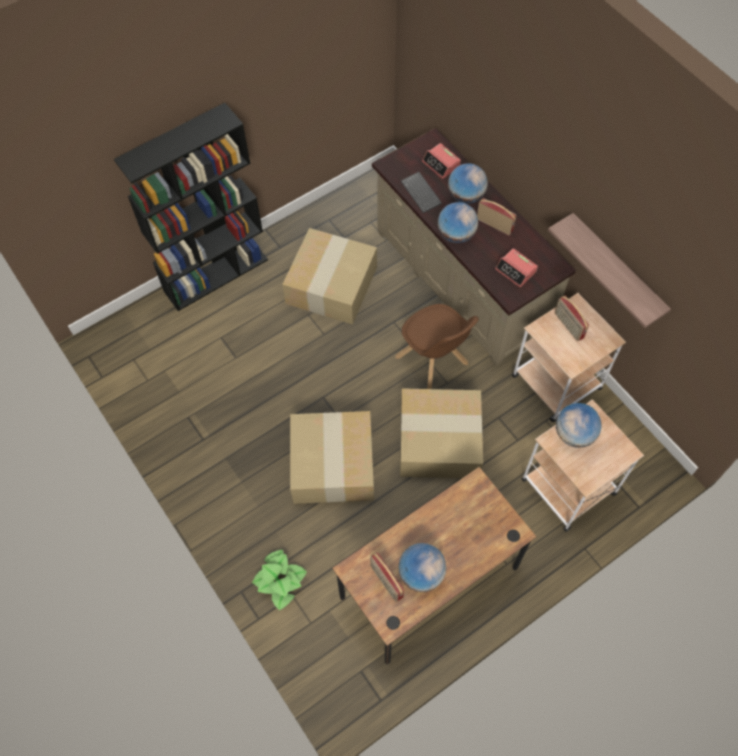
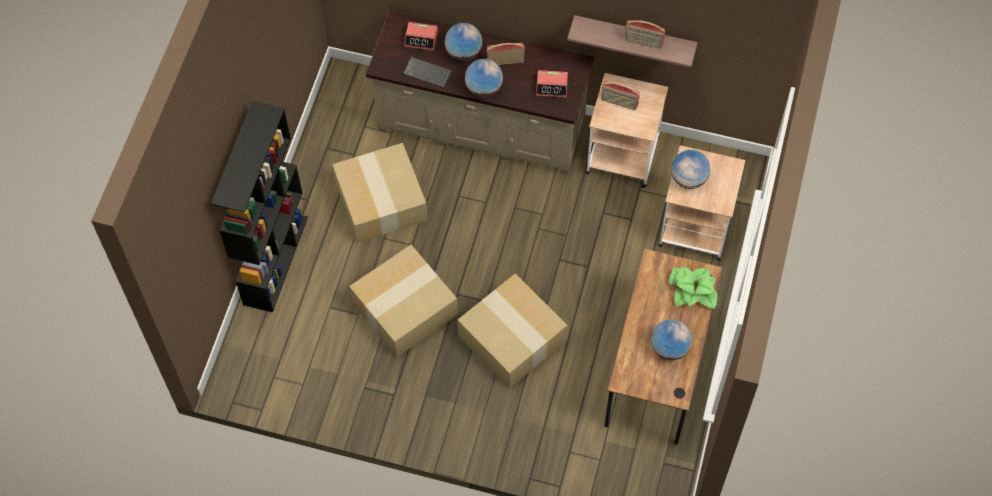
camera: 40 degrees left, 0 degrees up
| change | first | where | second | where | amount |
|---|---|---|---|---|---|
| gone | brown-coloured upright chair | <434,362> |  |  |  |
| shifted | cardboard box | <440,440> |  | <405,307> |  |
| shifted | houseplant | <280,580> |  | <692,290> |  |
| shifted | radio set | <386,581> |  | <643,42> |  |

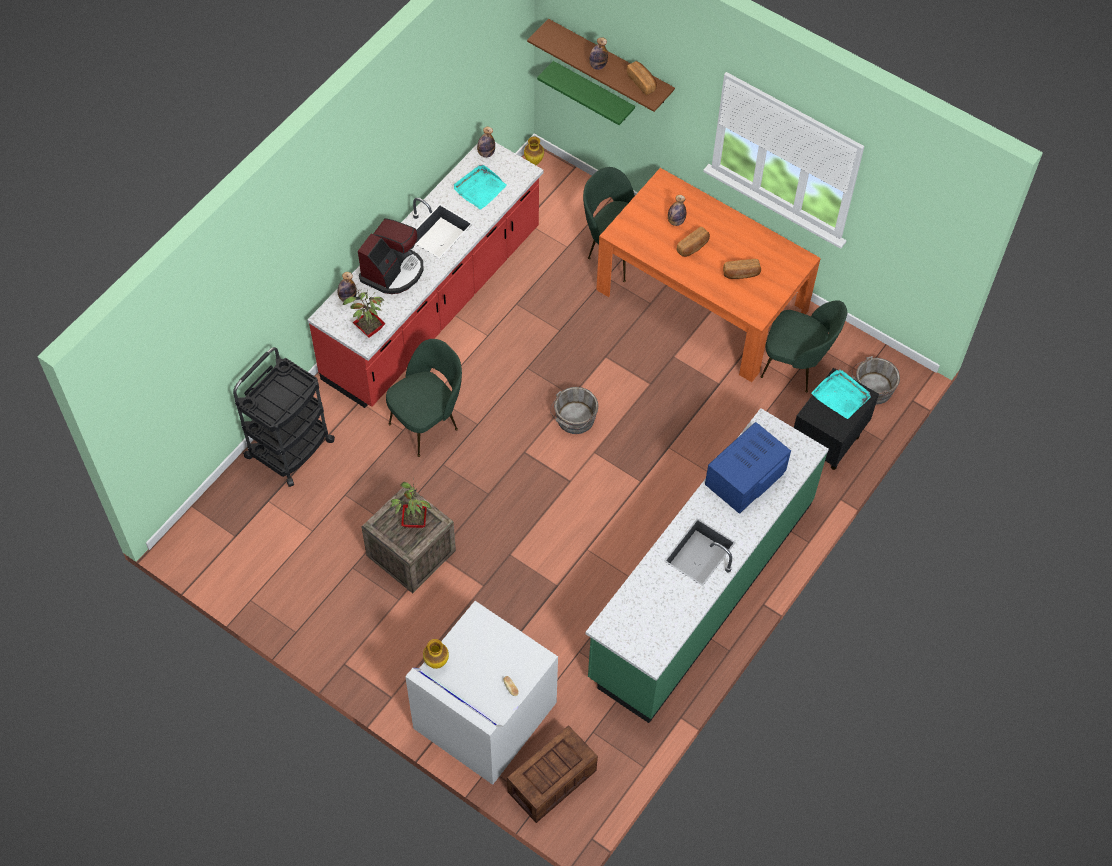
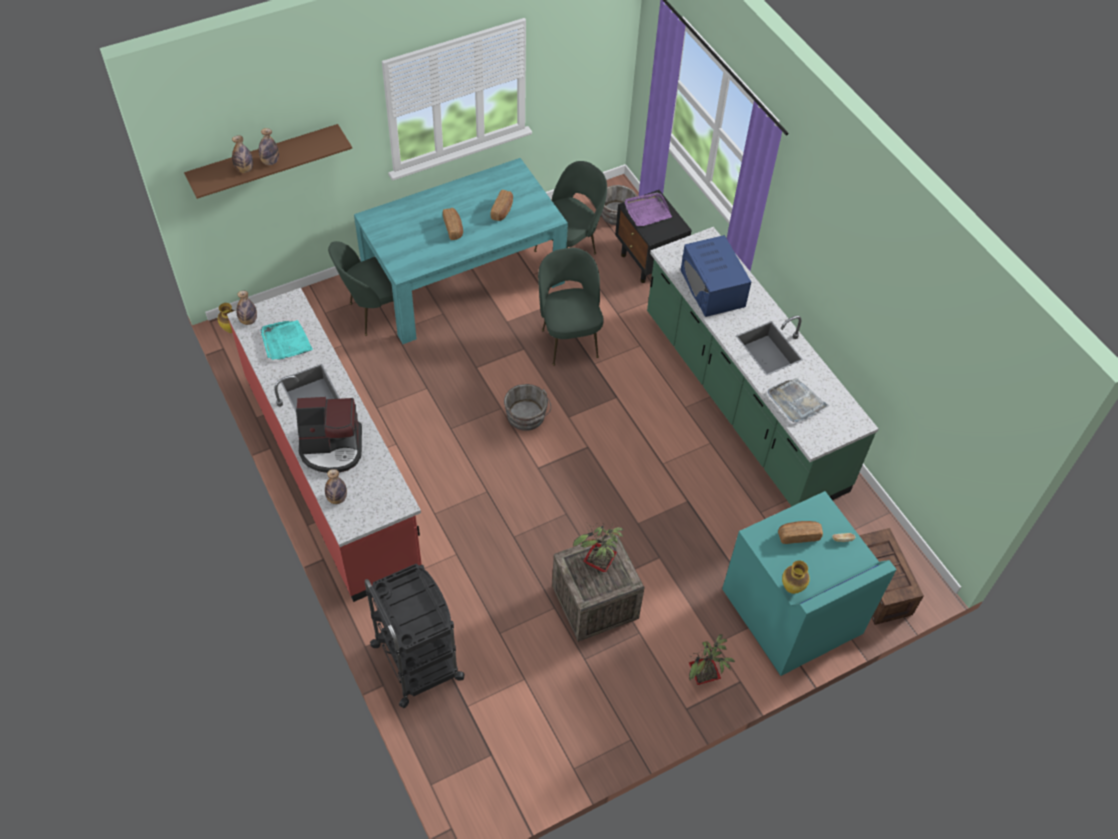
camera: 65 degrees left, 5 degrees down
| change | first | where | second | where | amount |
|---|---|---|---|---|---|
| gone | greenish shelf | <593,92> |  |  |  |
| shifted | bakery bread | <642,82> |  | <798,535> |  |
| repainted | orange kitchen table | <702,300> | blue-green kitchen table | <464,279> |  |
| shifted | drink bottle | <676,221> |  | <244,169> |  |
| rotated | coffee machine | <393,271> |  | <332,448> | 120 degrees clockwise |
| shifted | houseplant | <368,330> |  | <703,677> |  |
| shifted | greenish upright chair | <428,424> |  | <568,339> |  |
| repainted | blue-green serving tray | <841,395> | purplish serving tray | <647,211> |  |
| repainted | whitish laundry appliance | <484,714> | blue-green laundry appliance | <790,611> |  |
| new |  |  | grey serving tray | <796,402> |  |

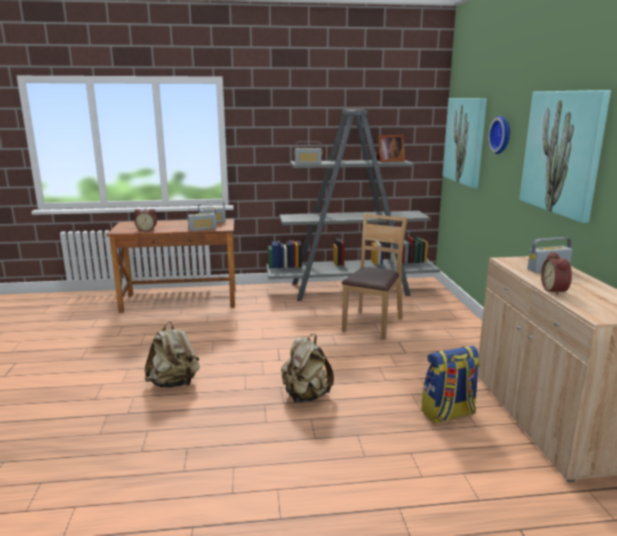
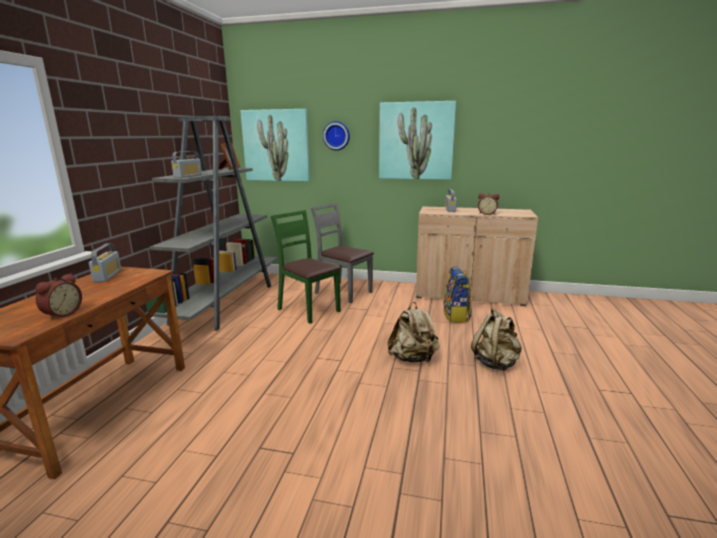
camera: 70 degrees left, 0 degrees up
| change | first | where | second | where | amount |
|---|---|---|---|---|---|
| gone | radio set | <202,229> |  |  |  |
| repainted | brown-coloured upright chair | <372,324> | greenish upright chair | <308,310> |  |
| shifted | beige-coloured rucksack | <174,383> |  | <495,363> |  |
| new |  |  | grey upright chair | <343,292> |  |

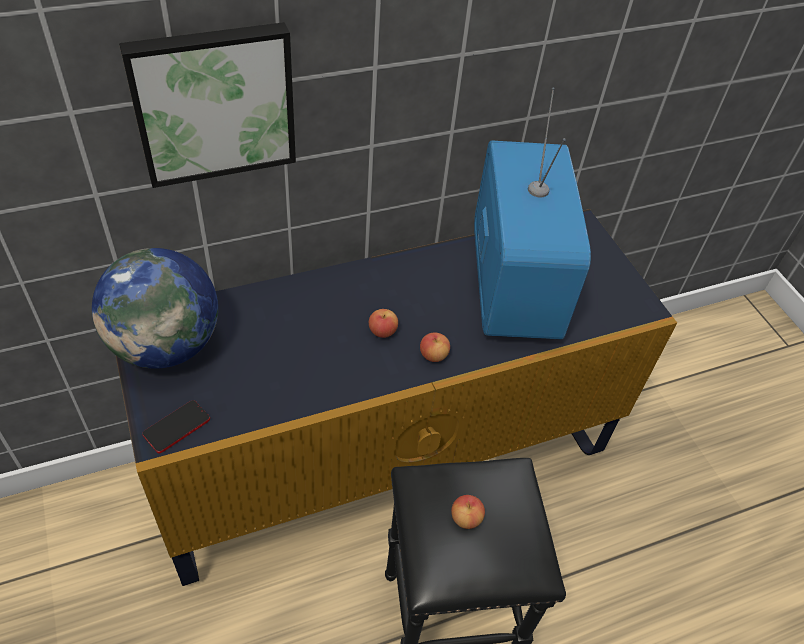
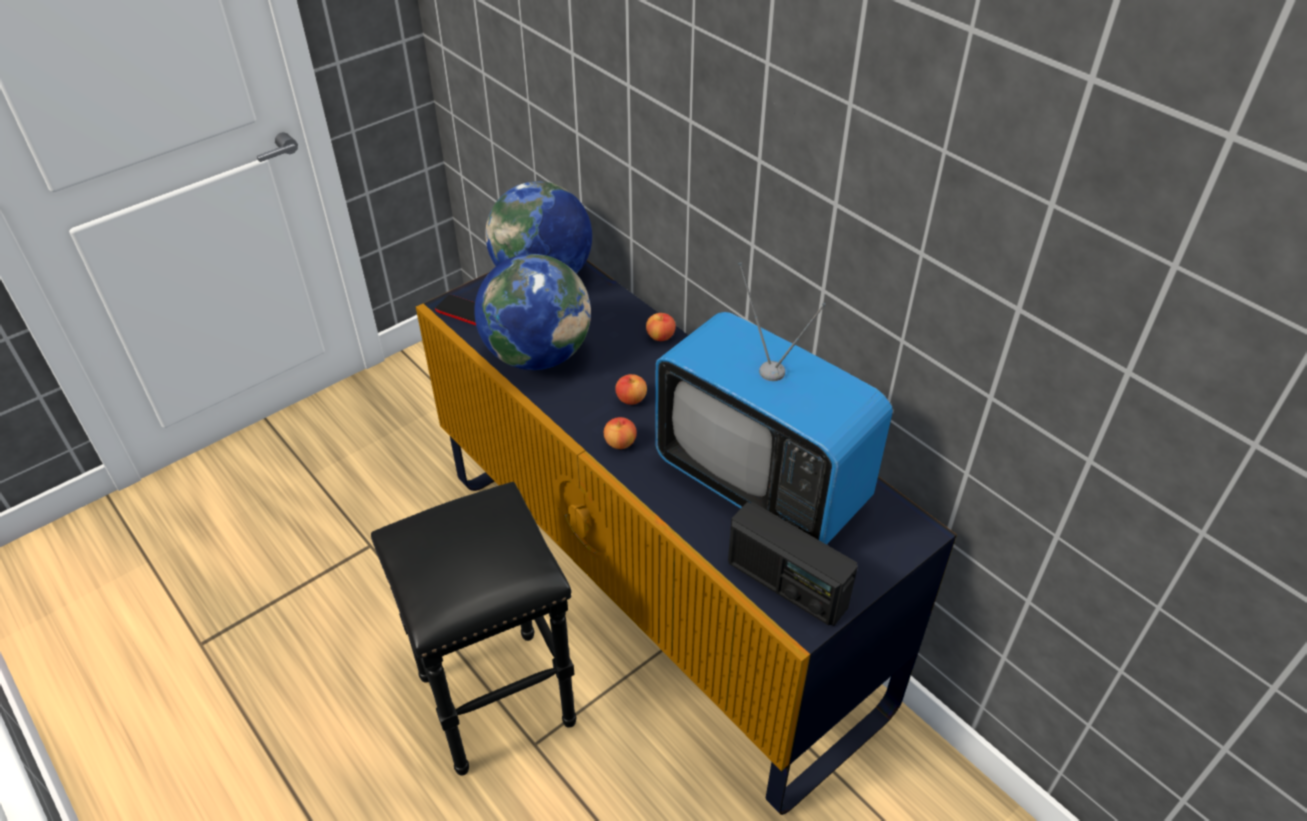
camera: 75 degrees right, 5 degrees down
| change | first | where | second | where | amount |
|---|---|---|---|---|---|
| gone | wall art | <213,103> |  |  |  |
| rotated | TV | <512,284> |  | <761,483> | 60 degrees clockwise |
| shifted | apple | <466,518> |  | <660,336> |  |
| new |  |  | world globe | <537,355> |  |
| new |  |  | radio set | <786,584> |  |

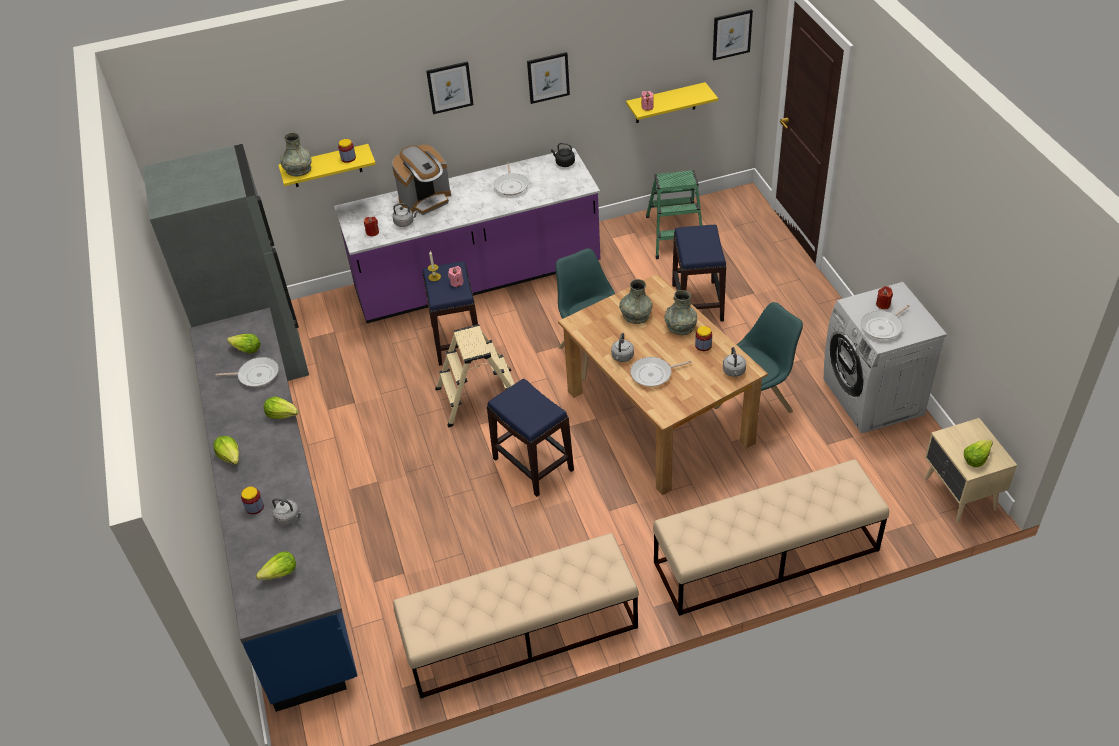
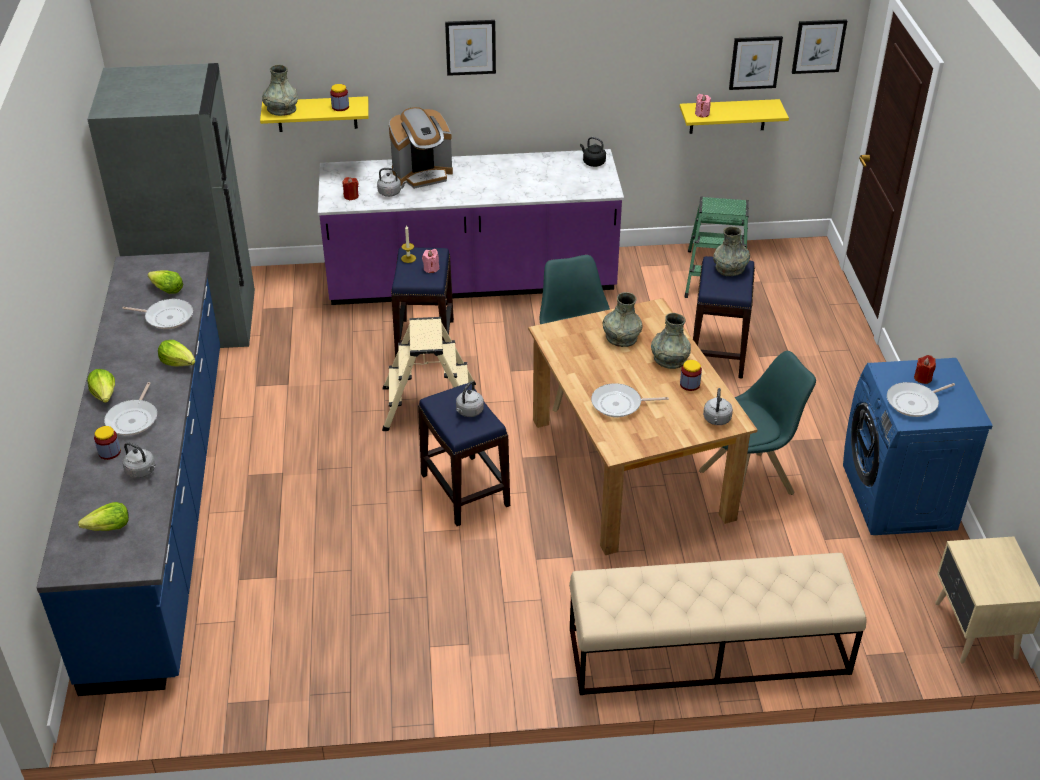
camera: 10 degrees right, 5 degrees down
| change | first | where | second | where | amount |
|---|---|---|---|---|---|
| shifted | wall art | <548,77> |  | <755,62> |  |
| shifted | frying pan | <511,185> |  | <133,419> |  |
| repainted | whitish laundry appliance | <872,399> | blue laundry appliance | <897,499> |  |
| shifted | grey water kettle | <622,357> |  | <469,412> |  |
| gone | lettuce head | <976,458> |  |  |  |
| gone | beige-coloured long seat | <520,634> |  |  |  |
| new |  |  | grey decorative vase | <730,268> |  |

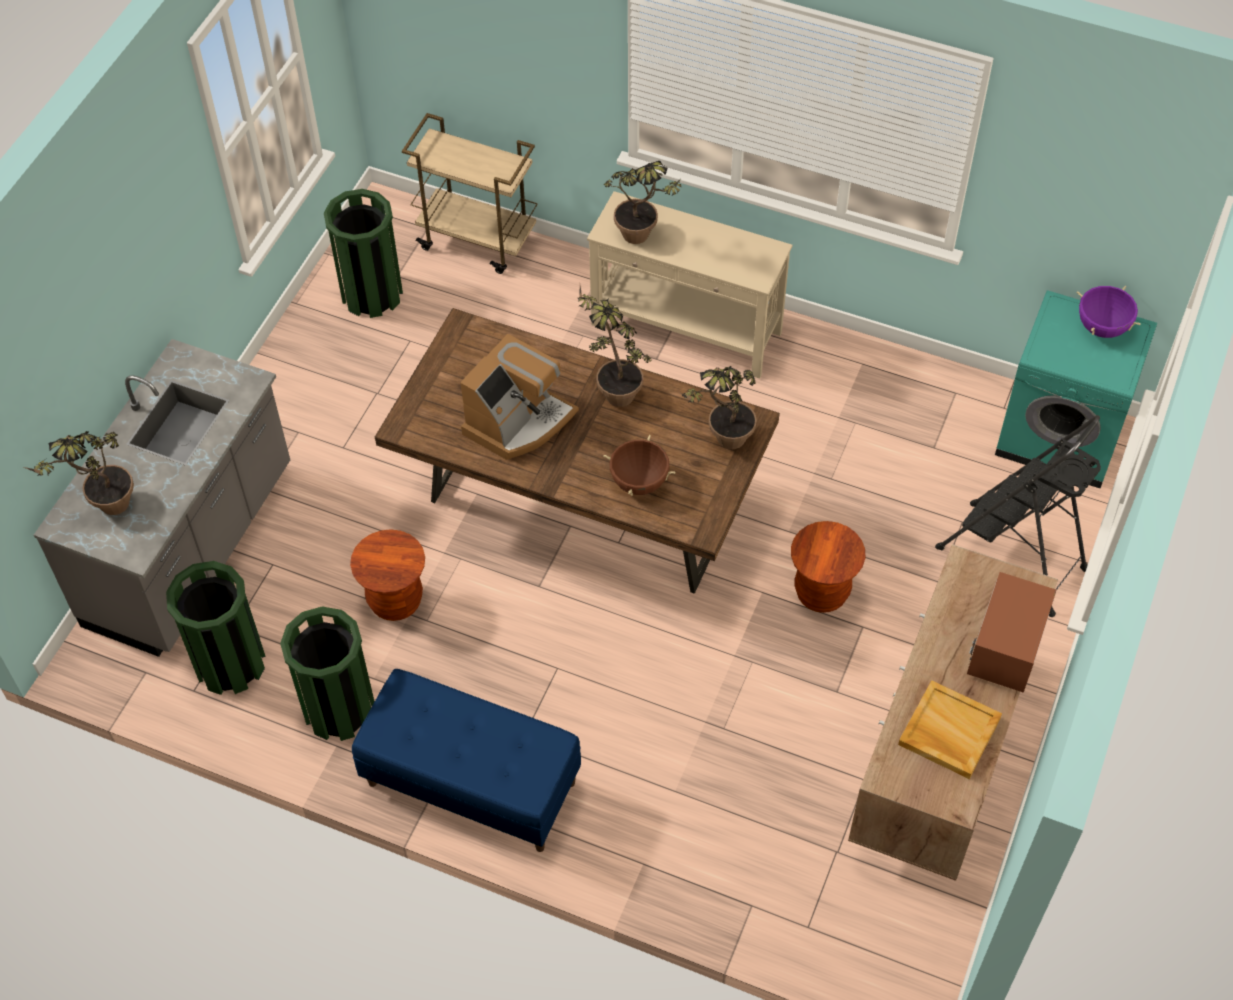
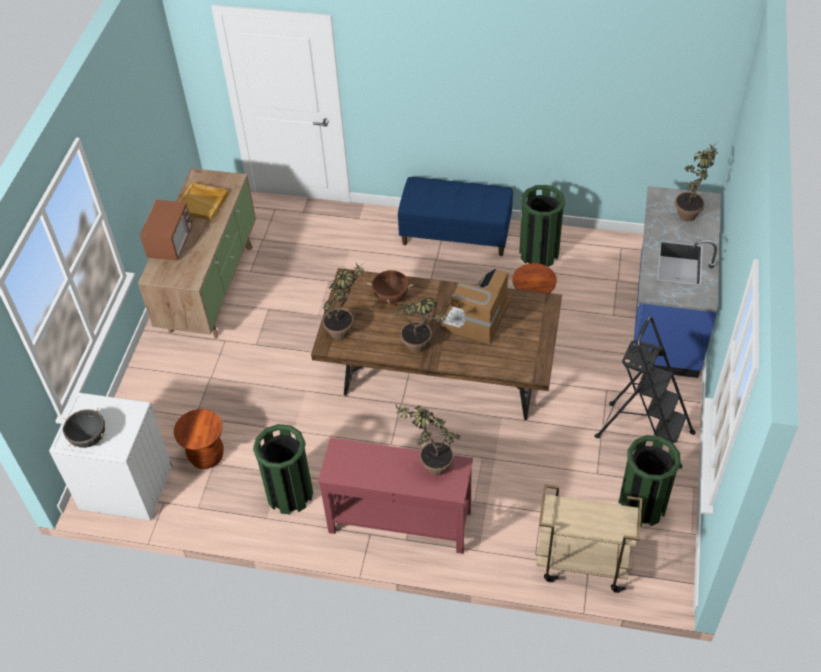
camera: 170 degrees right, 5 degrees down
| change | first | where | second | where | amount |
|---|---|---|---|---|---|
| repainted | beige-coloured hall table | <687,329> | red-coloured hall table | <399,521> |  |
| repainted | purplish saucepot | <1102,327> | black saucepot | <89,438> |  |
| repainted | blue-green laundry appliance | <1059,439> | whitish laundry appliance | <126,485> |  |
| repainted | grey kitchen base unit | <192,548> | blue kitchen base unit | <666,315> |  |
| shifted | step stool | <1013,558> |  | <643,433> |  |
| shifted | brown-coloured stool seat | <821,592> |  | <206,456> |  |
| shifted | greenish waste bin | <230,664> |  | <289,494> |  |

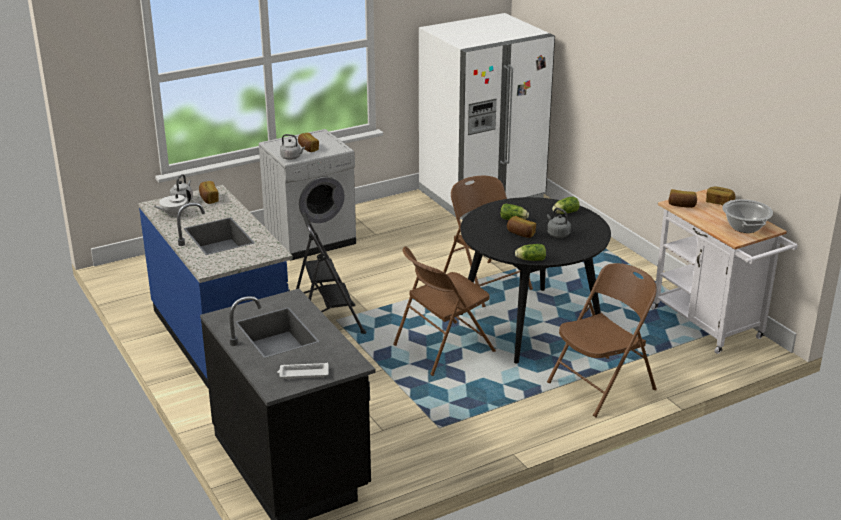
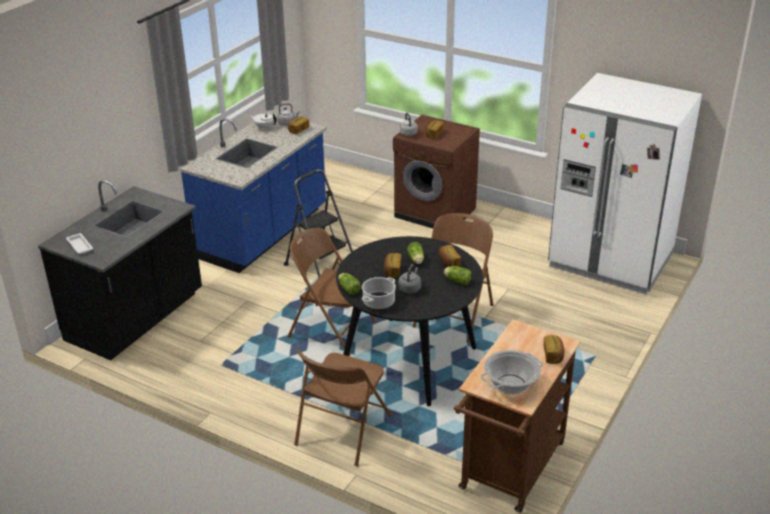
camera: 60 degrees right, 5 degrees up
| change | first | where | second | where | amount |
|---|---|---|---|---|---|
| repainted | whitish laundry appliance | <311,240> | brown-coloured laundry appliance | <434,214> |  |
| repainted | whitish trolley | <711,326> | brown-coloured trolley | <509,472> |  |
| shifted | bakery bread | <681,205> |  | <448,263> |  |
| rotated | brown-coloured upright chair | <601,386> |  | <343,430> | 90 degrees clockwise |
| new |  |  | saucepot | <378,303> |  |

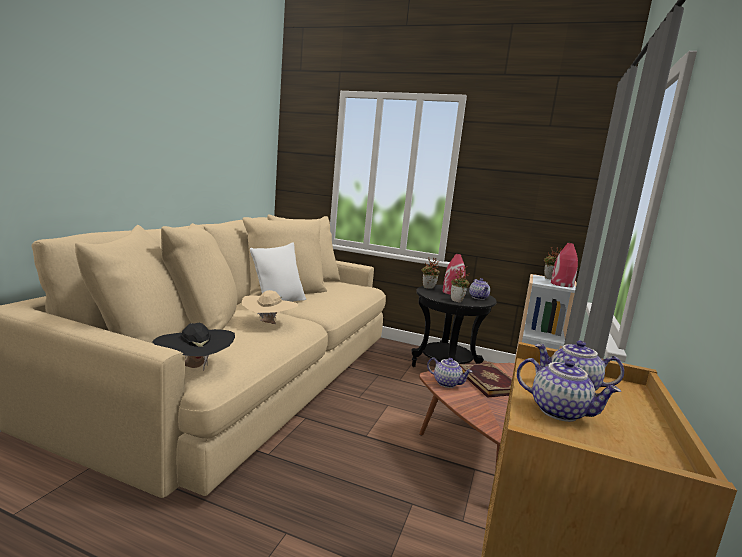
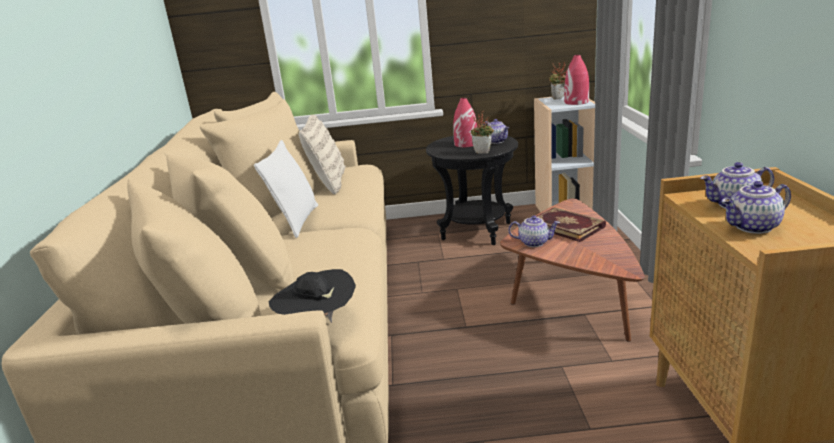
camera: 20 degrees left, 10 degrees up
| change | first | where | second | where | amount |
|---|---|---|---|---|---|
| gone | houseplant | <428,288> |  |  |  |
| gone | beige-coloured hat | <268,324> |  |  |  |
| rotated | tea pot | <559,411> |  | <753,227> | 150 degrees clockwise |
| new |  |  | beige-coloured throw pillow | <328,184> |  |

